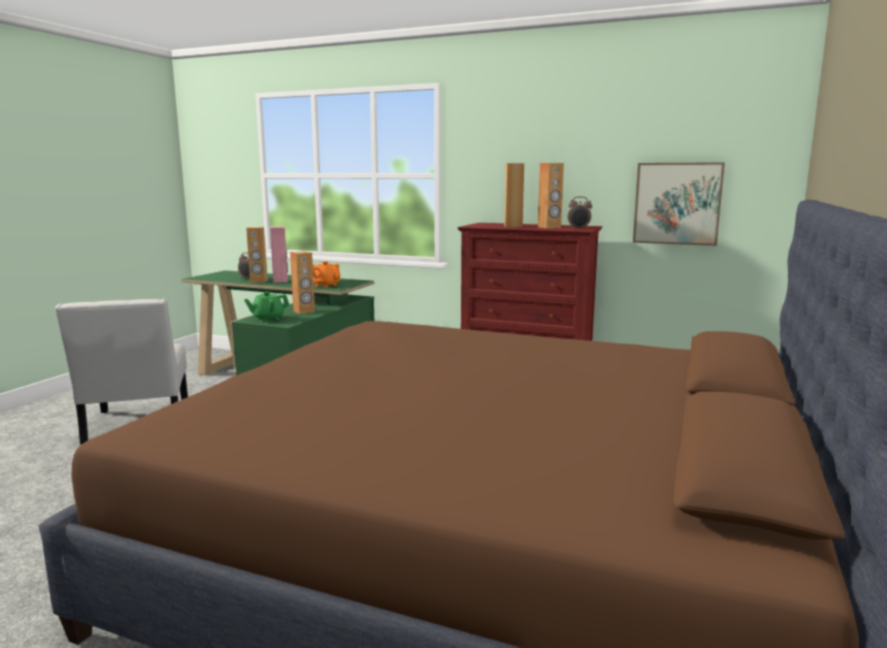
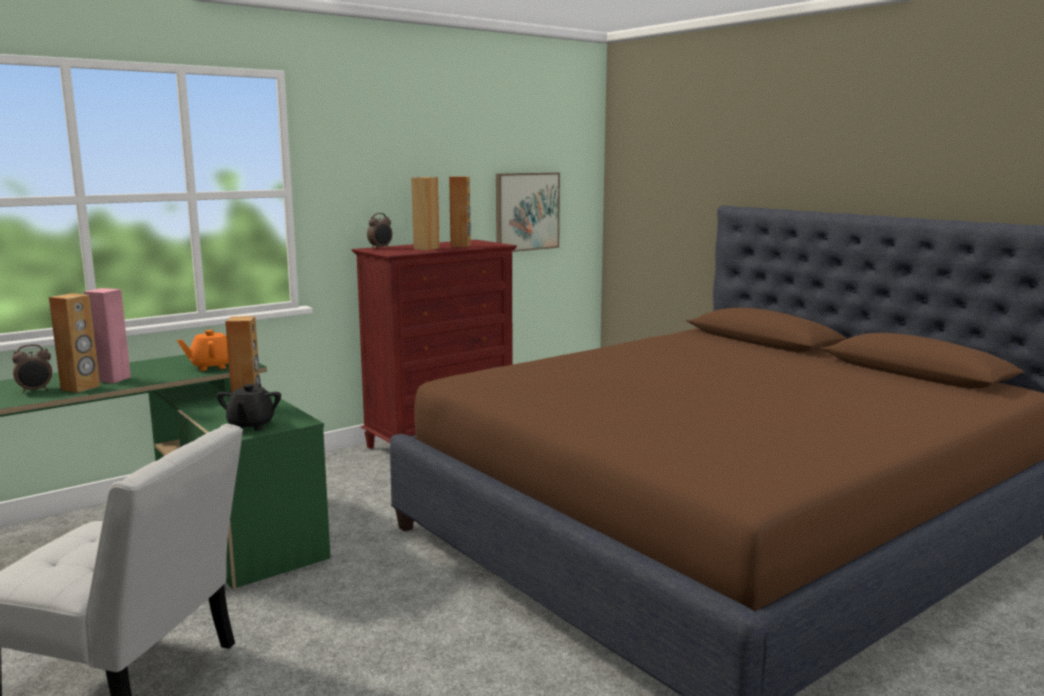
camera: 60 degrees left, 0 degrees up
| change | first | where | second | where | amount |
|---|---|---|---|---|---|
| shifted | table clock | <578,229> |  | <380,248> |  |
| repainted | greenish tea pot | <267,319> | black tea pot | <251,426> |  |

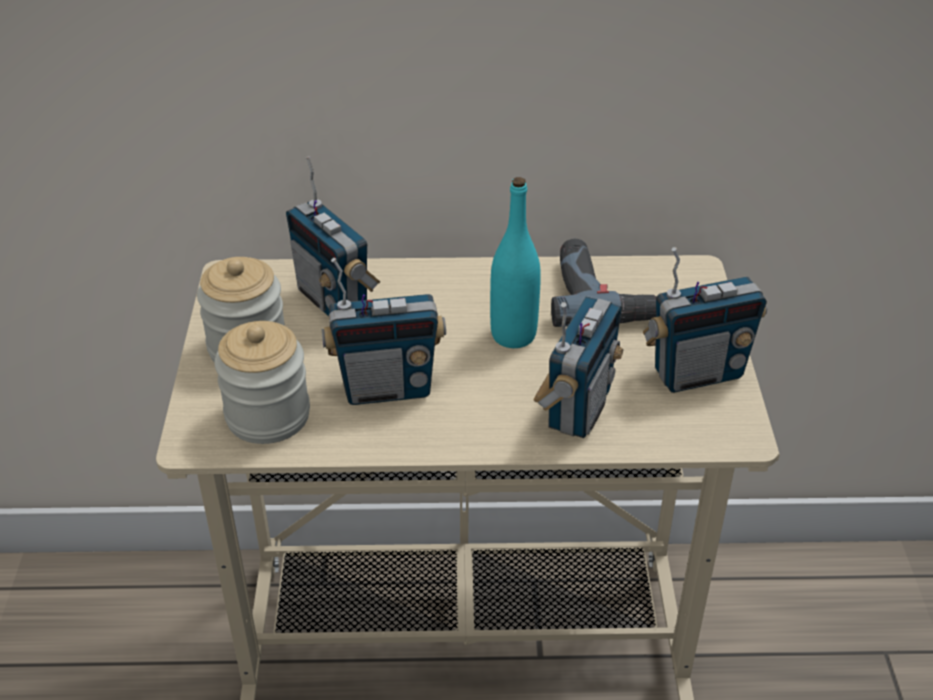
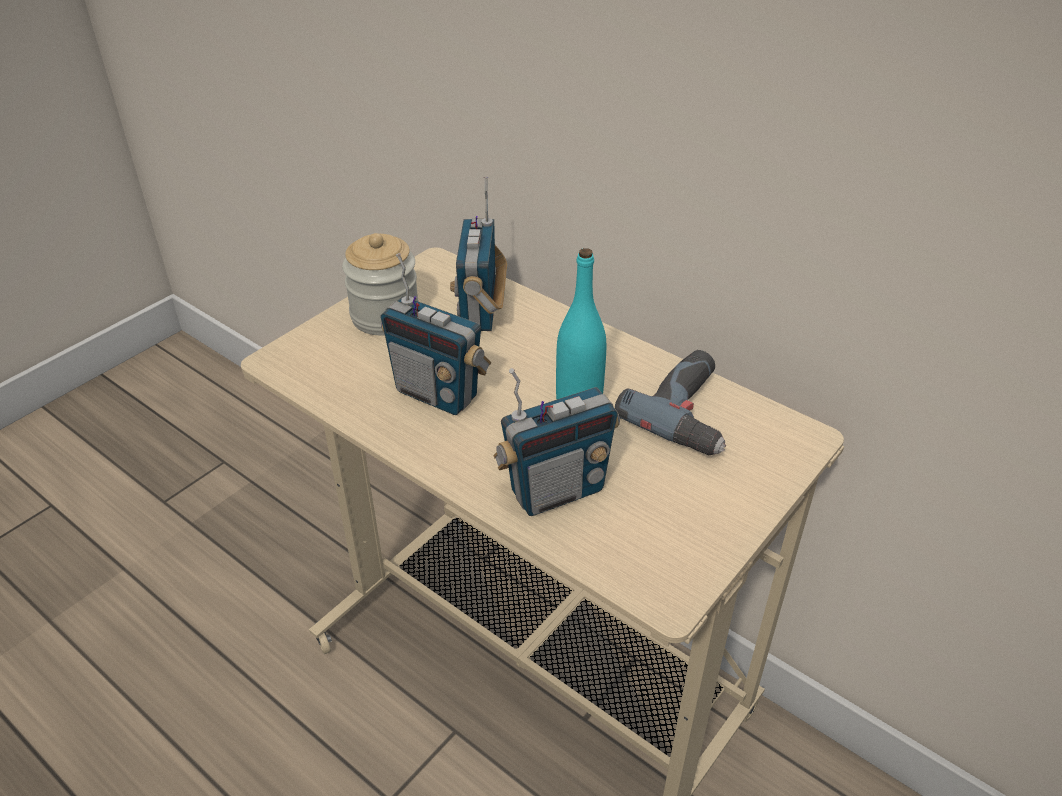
camera: 40 degrees right, 0 degrees up
| change | first | where | second | where | amount |
|---|---|---|---|---|---|
| gone | radio set | <697,373> |  |  |  |
| gone | storage jar | <268,416> |  |  |  |

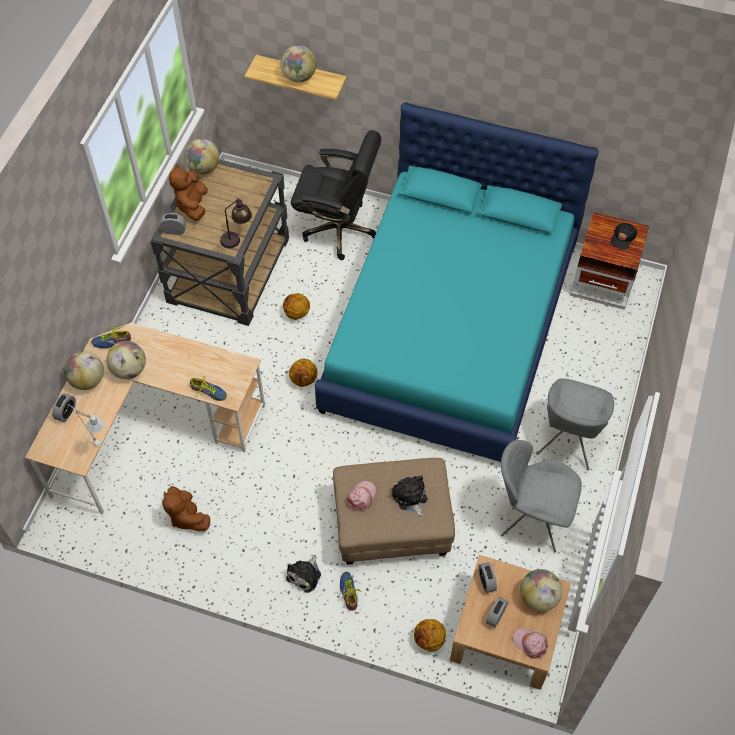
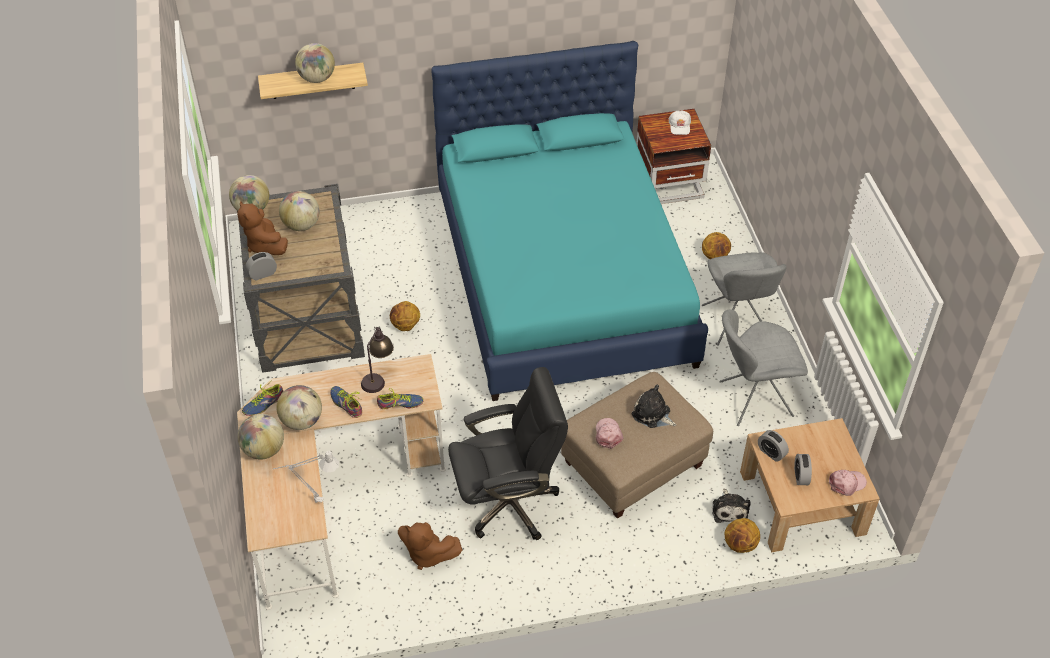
camera: 30 degrees left, 10 degrees down
| change | first | where | second | where | amount |
|---|---|---|---|---|---|
| shifted | black computer chair | <337,229> |  | <508,505> |  |
| shifted | lamp for a table | <237,237> |  | <378,377> |  |
| repainted | black baseball cap | <623,238> | whitish baseball cap | <679,126> |  |
| shifted | basketball ball | <304,380> |  | <715,256> |  |
| gone | table clock | <66,413> |  |  |  |
| shifted | soft toy | <305,575> |  | <729,509> |  |
| shifted | world globe | <538,597> |  | <301,225> |  |
| shifted | low shoe | <348,592> |  | <346,404> |  |
| rotated | pink baseball cap | <530,643> |  | <847,483> | 150 degrees clockwise |

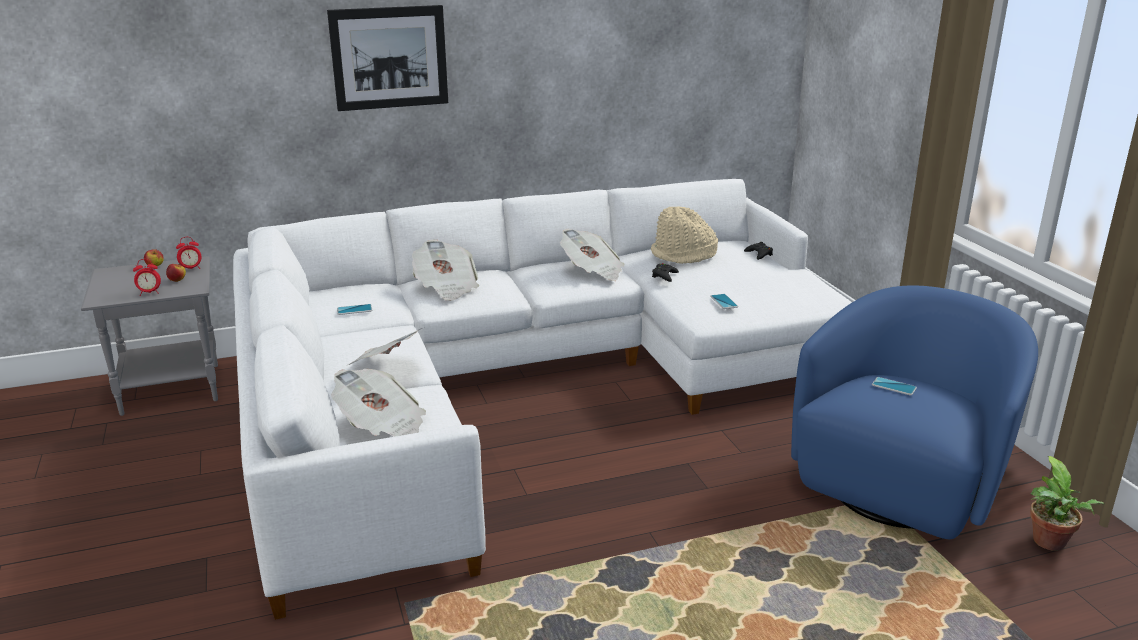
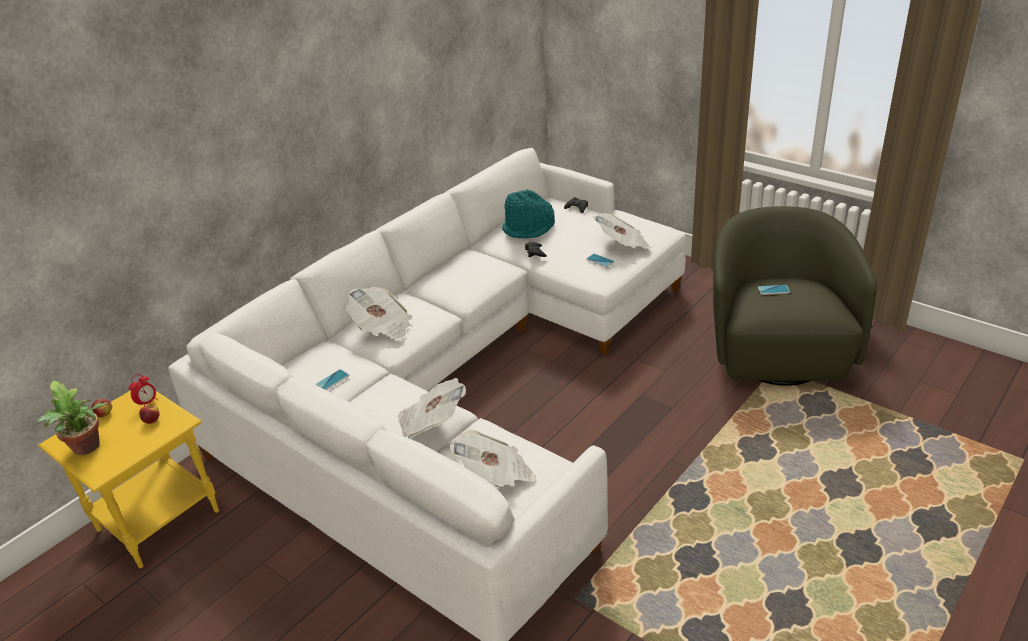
camera: 30 degrees left, 10 degrees up
| change | first | where | second | where | amount |
|---|---|---|---|---|---|
| gone | wall art | <389,58> |  |  |  |
| repainted | beige-coloured hat | <683,255> | blue-green hat | <529,228> |  |
| shifted | daily paper | <592,271> |  | <622,244> |  |
| repainted | grey accent table | <172,389> | yellow accent table | <160,520> |  |
| gone | table clock | <149,293> |  |  |  |
| repainted | blue lounge chair | <901,484> | greenish lounge chair | <777,351> |  |
| shifted | houseplant | <1051,544> |  | <87,448> |  |

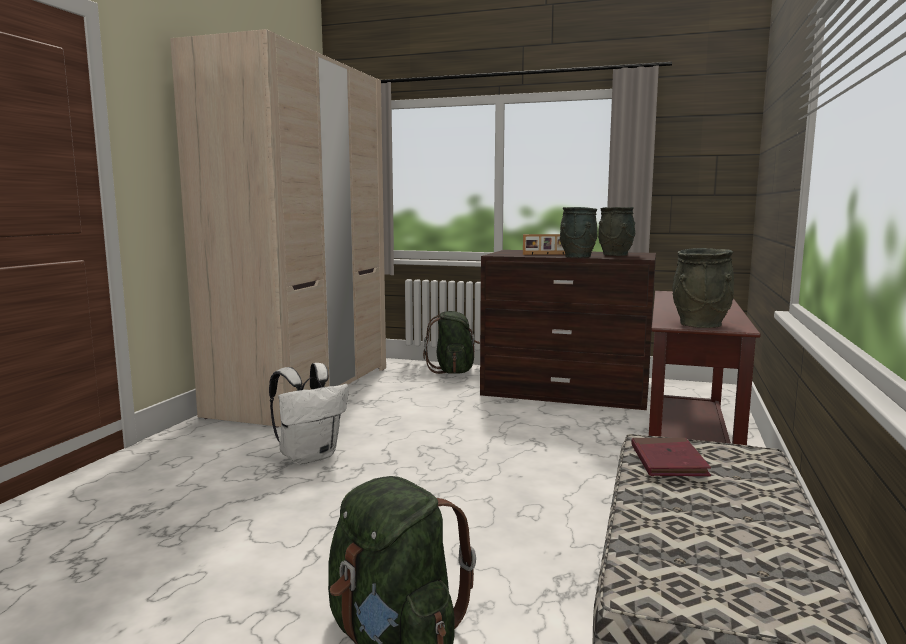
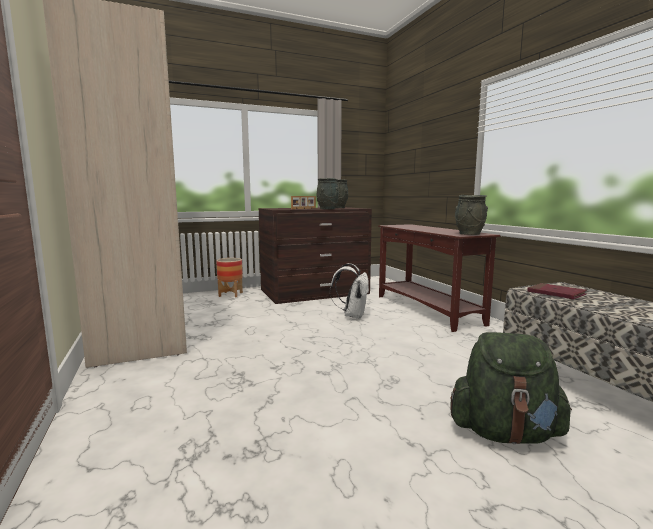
camera: 40 degrees left, 0 degrees up
| change | first | where | second | where | amount |
|---|---|---|---|---|---|
| swapped | greenish rucksack | <453,371> | plant pot | <230,294> |  |
| shifted | whitish rucksack | <309,456> |  | <352,315> |  |

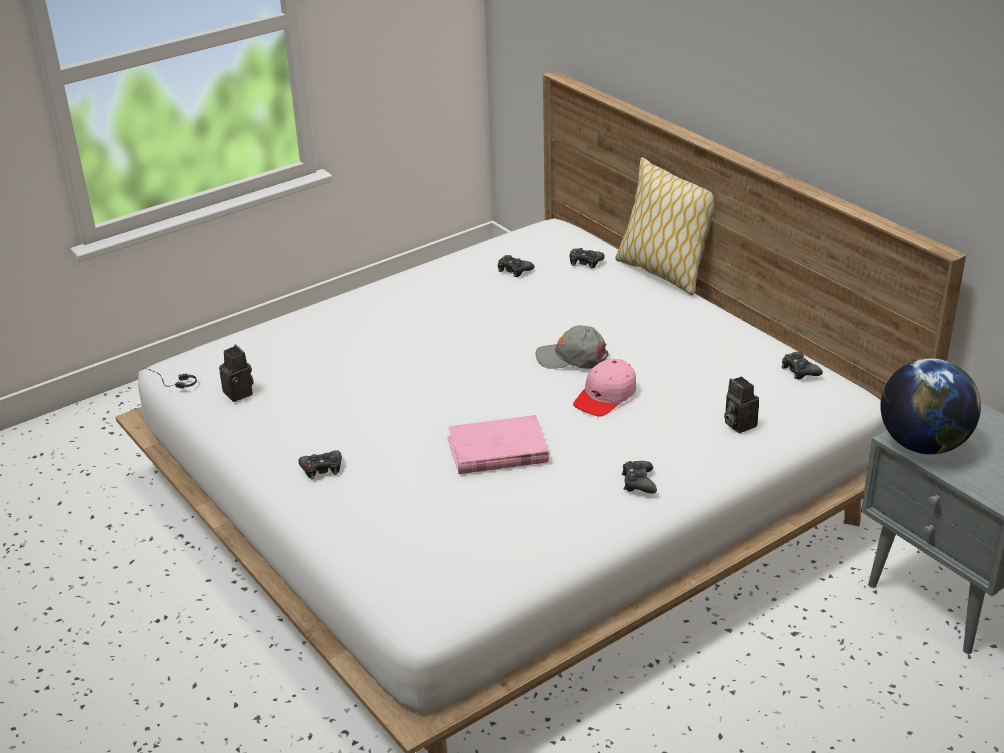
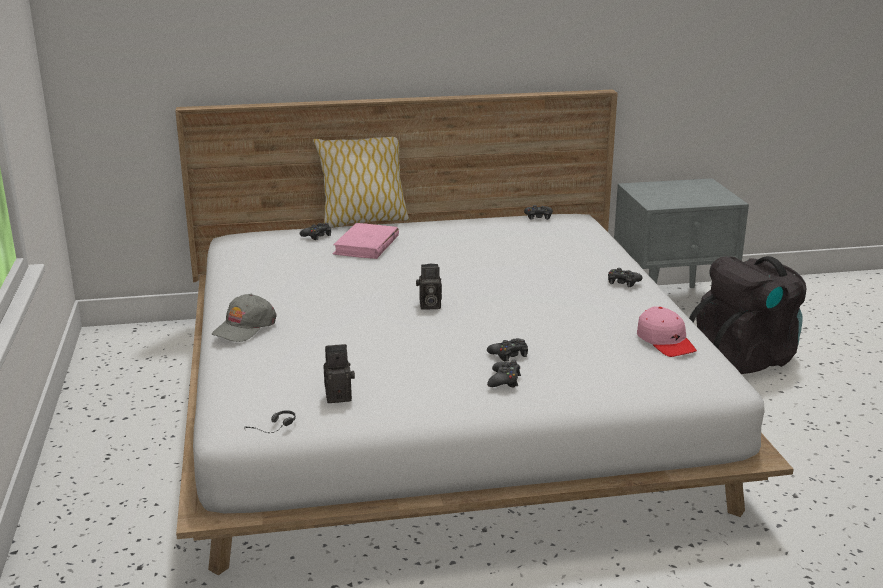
camera: 65 degrees left, 10 degrees down
| change | first | where | second | where | amount |
|---|---|---|---|---|---|
| shifted | black joypad | <514,270> |  | <509,354> |  |
| shifted | grey baseball cap | <572,357> |  | <244,327> |  |
| gone | world globe | <923,445> |  |  |  |
| shifted | pink baseball cap | <605,396> |  | <665,341> |  |
| shifted | photo camera | <738,424> |  | <428,306> |  |
| shifted | pink bound book | <497,450> |  | <366,245> |  |
| new |  |  | black rucksack | <745,359> |  |

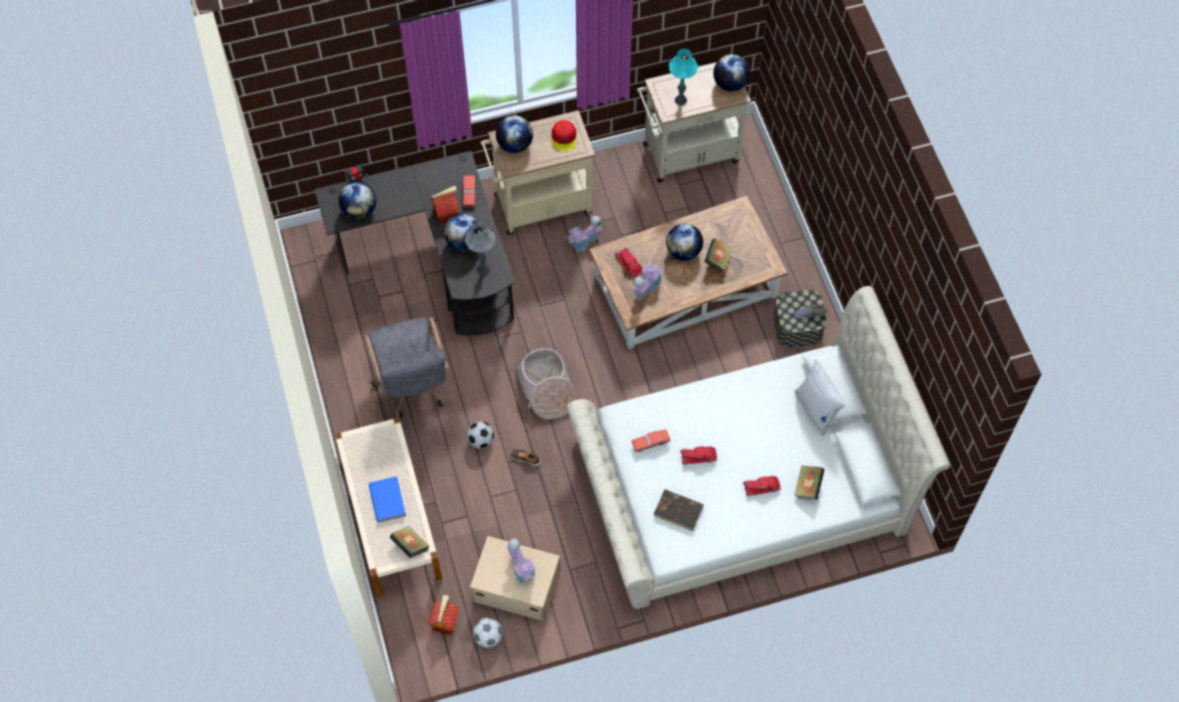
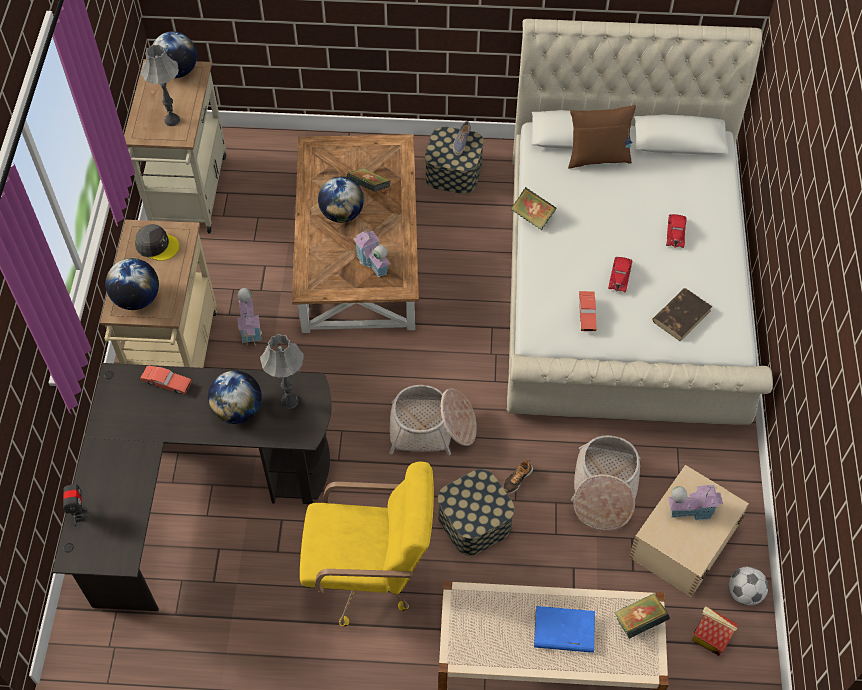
camera: 70 degrees left, 5 degrees down
| change | first | where | second | where | amount |
|---|---|---|---|---|---|
| repainted | blue-green lamp for a table | <680,100> | grey lamp for a table | <172,120> |  |
| repainted | red-coloured baseball cap | <564,138> | grey baseball cap | <157,245> |  |
| gone | world globe | <359,210> |  |  |  |
| gone | miniature house | <446,211> |  |  |  |
| gone | red-coloured model car | <629,264> |  |  |  |
| repainted | grey computer chair | <413,389> | yellow computer chair | <370,578> |  |
| repainted | grey throw pillow | <816,410> | brown-coloured throw pillow | <598,158> |  |
| swapped | football | <480,440> | storage bin | <474,521> |  |
| shifted | bound book | <808,487> |  | <532,217> |  |
| new |  |  | storage basket | <604,489> |  |

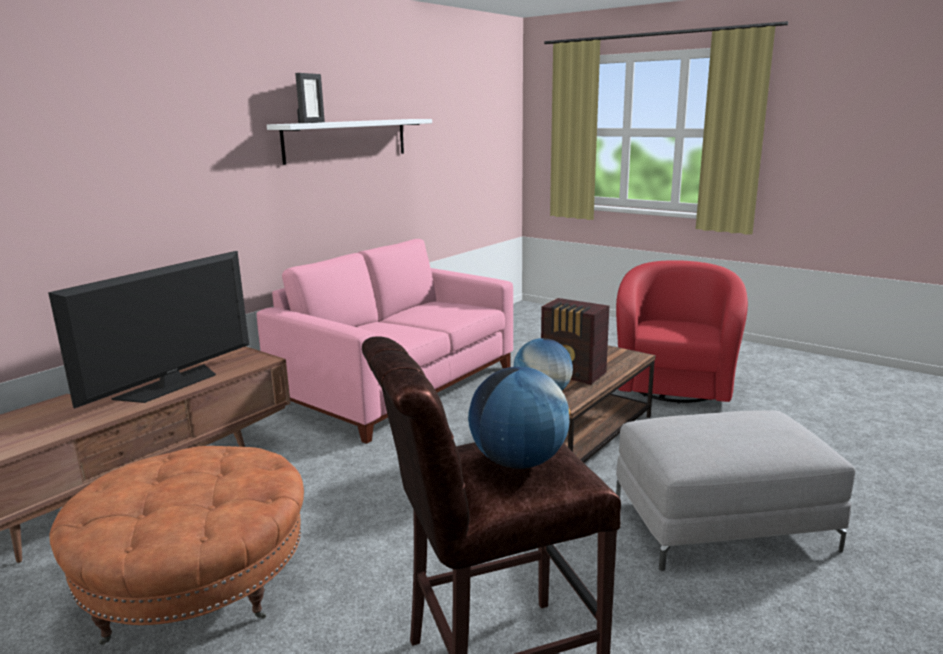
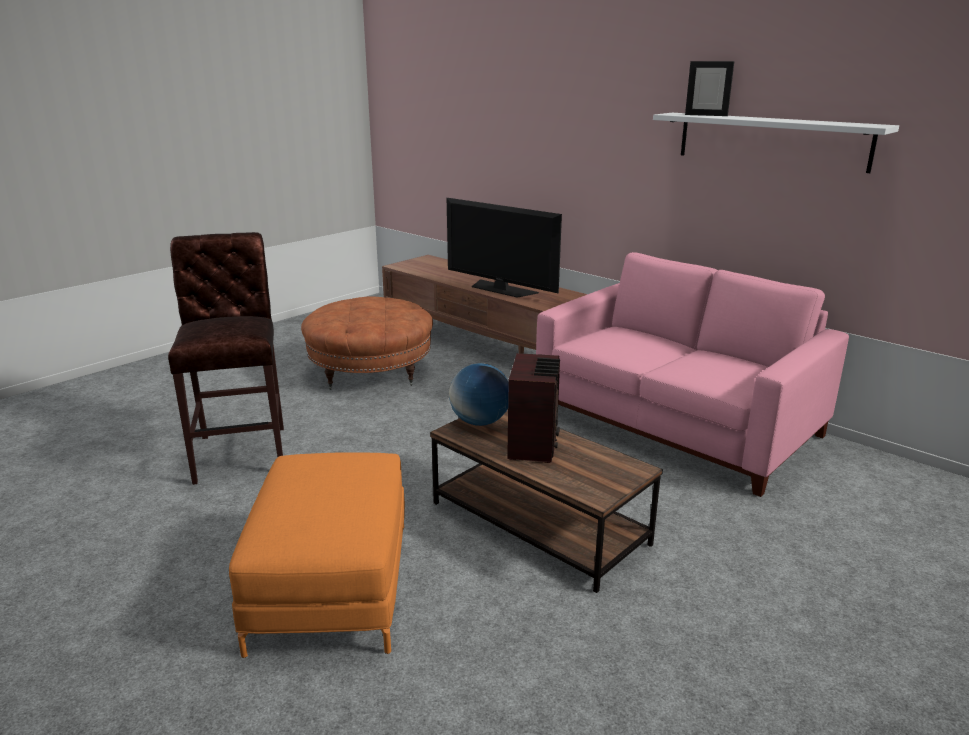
camera: 95 degrees right, 5 degrees up
| change | first | where | second | where | amount |
|---|---|---|---|---|---|
| gone | red-coloured lounge chair | <674,384> |  |  |  |
| rotated | radio set | <574,374> |  | <534,444> | 150 degrees clockwise |
| gone | world globe | <518,462> |  |  |  |
| repainted | grey pouffe | <722,523> | orange pouffe | <330,583> |  |

